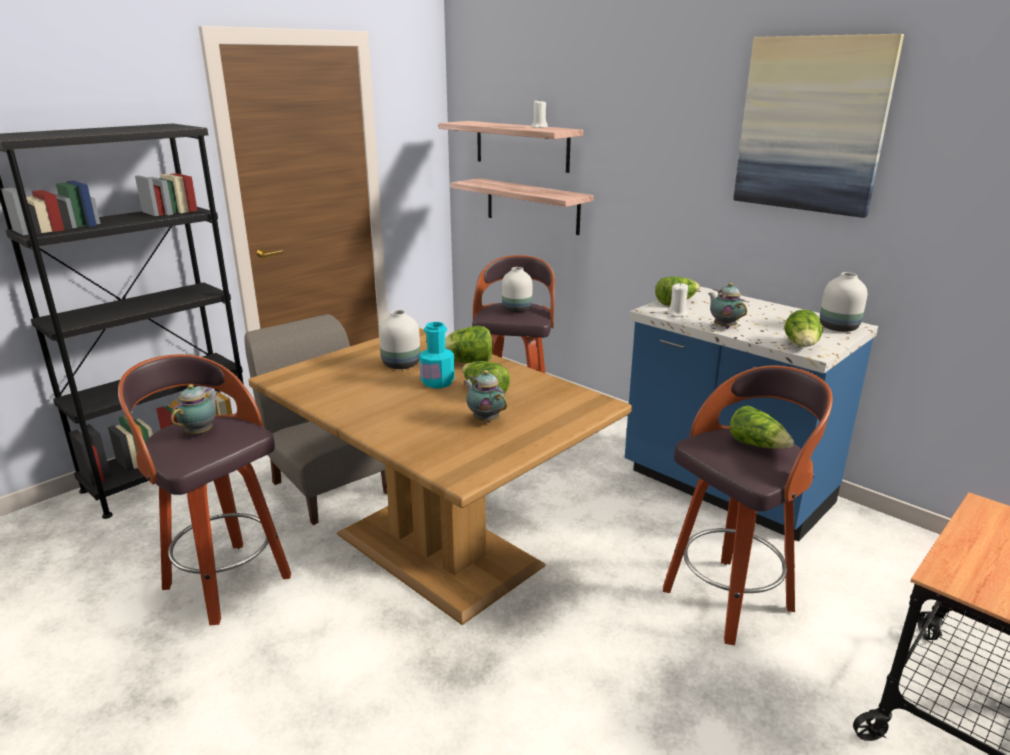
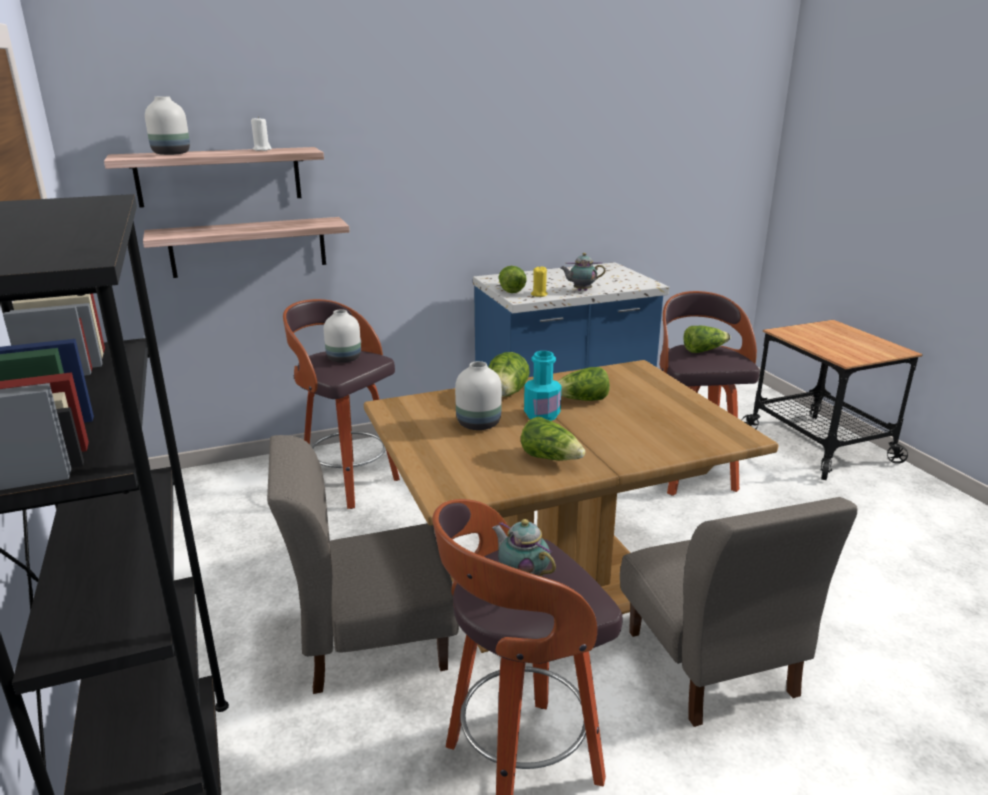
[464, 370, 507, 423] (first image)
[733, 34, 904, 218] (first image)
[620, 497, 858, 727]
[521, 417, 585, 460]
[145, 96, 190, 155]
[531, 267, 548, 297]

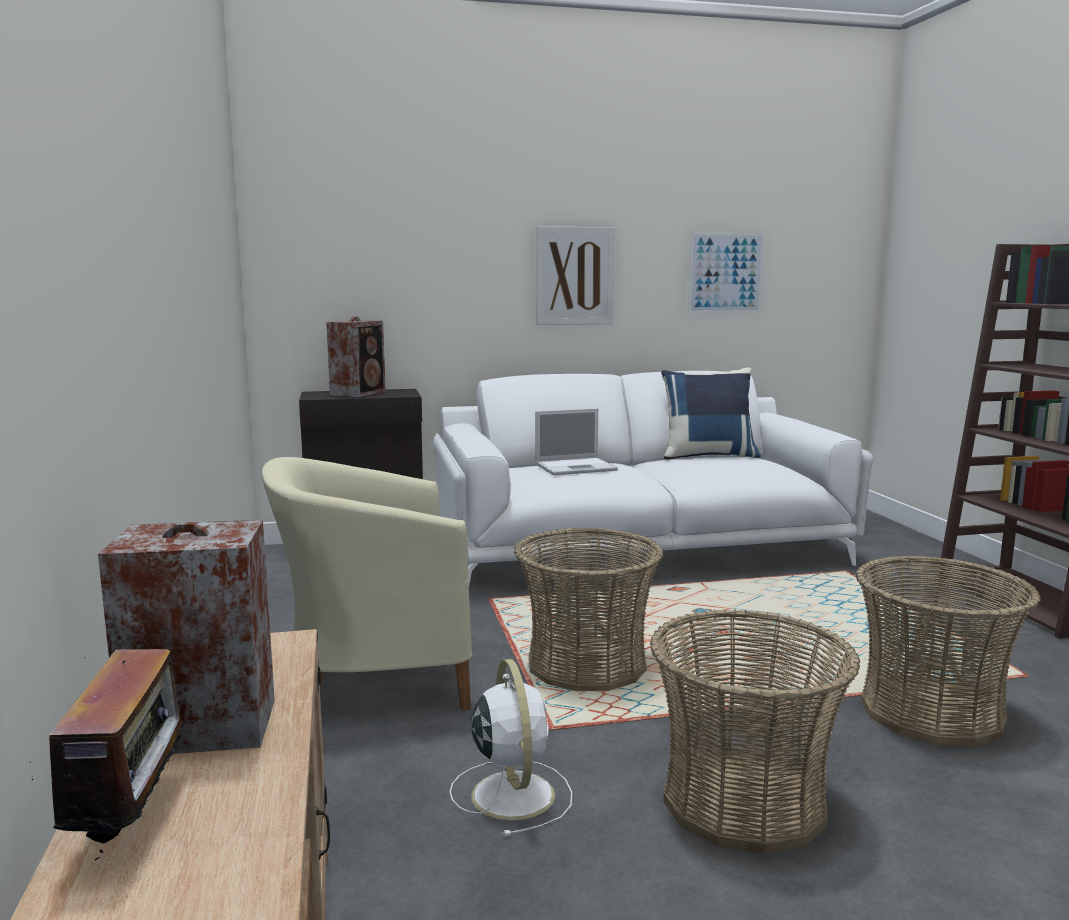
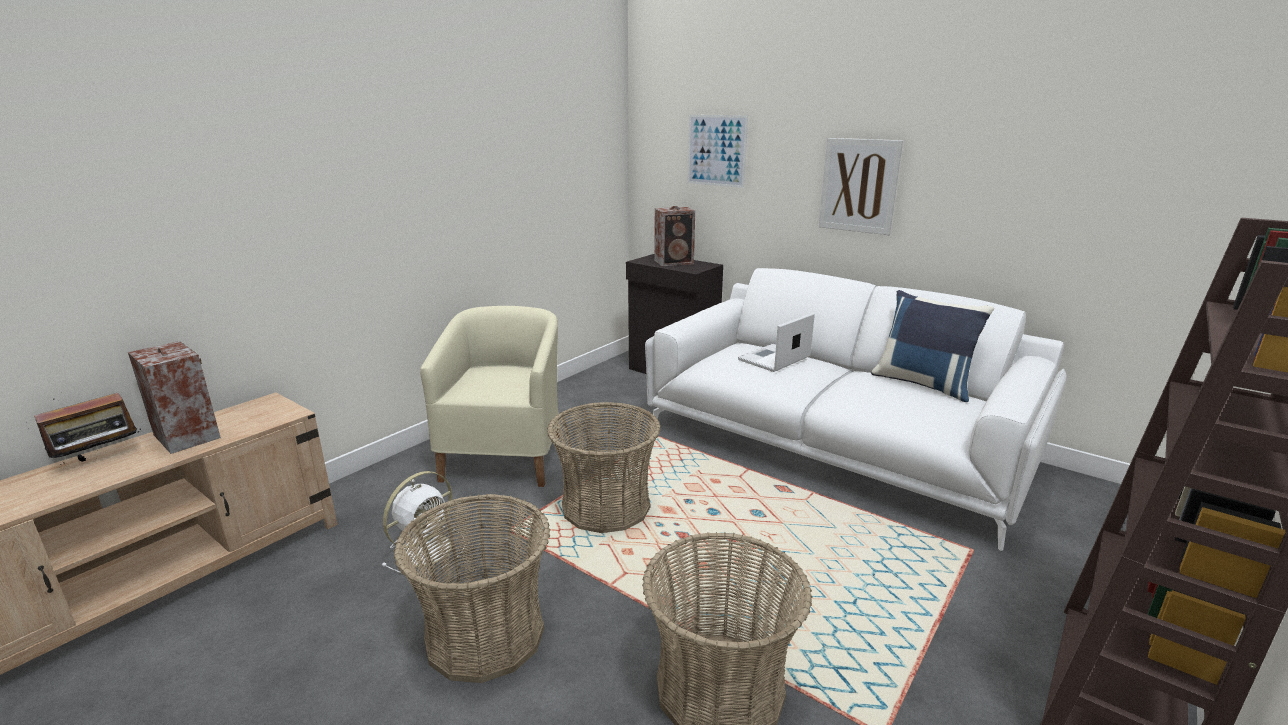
[687, 115, 748, 188]
[420, 306, 559, 487]
[738, 313, 815, 372]

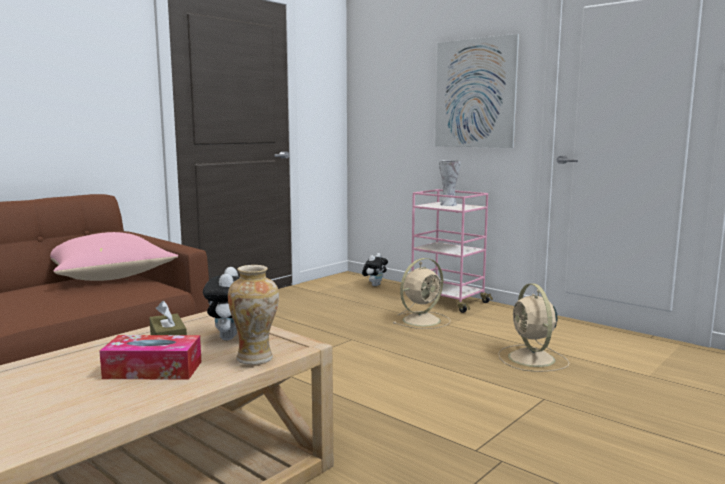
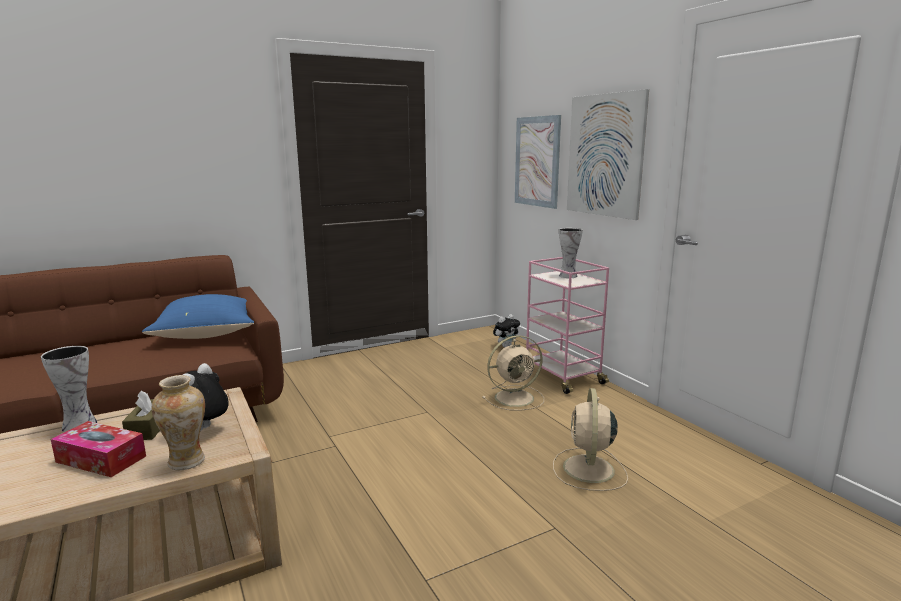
[41, 346, 97, 432]
[515, 115, 561, 209]
[142, 294, 254, 339]

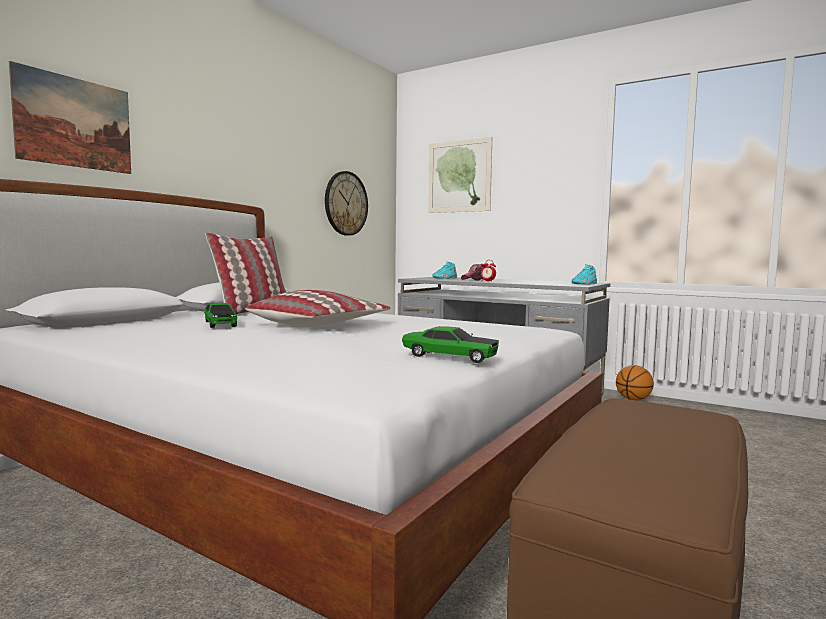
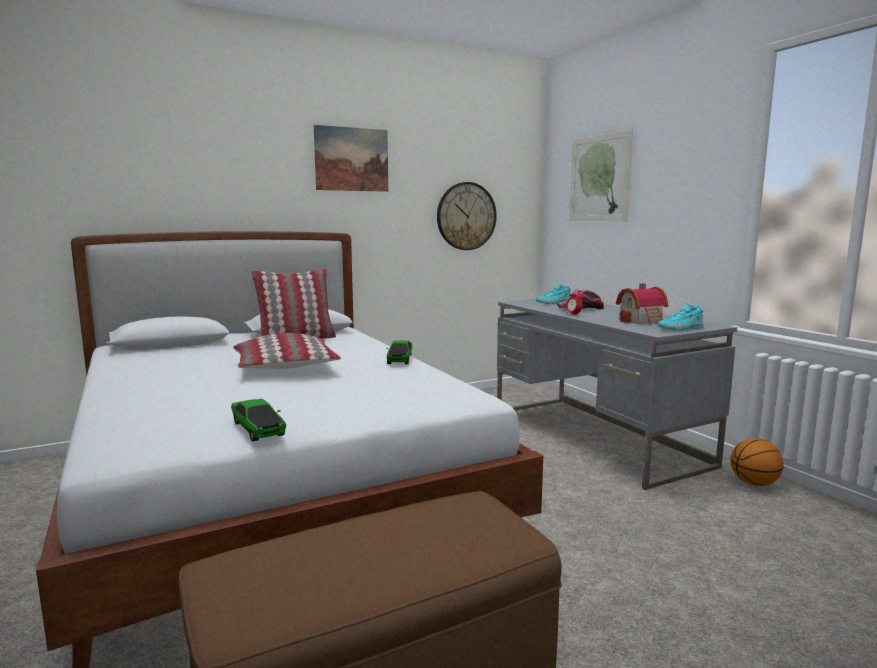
[616, 283, 668, 325]
[314, 125, 388, 192]
[386, 341, 412, 364]

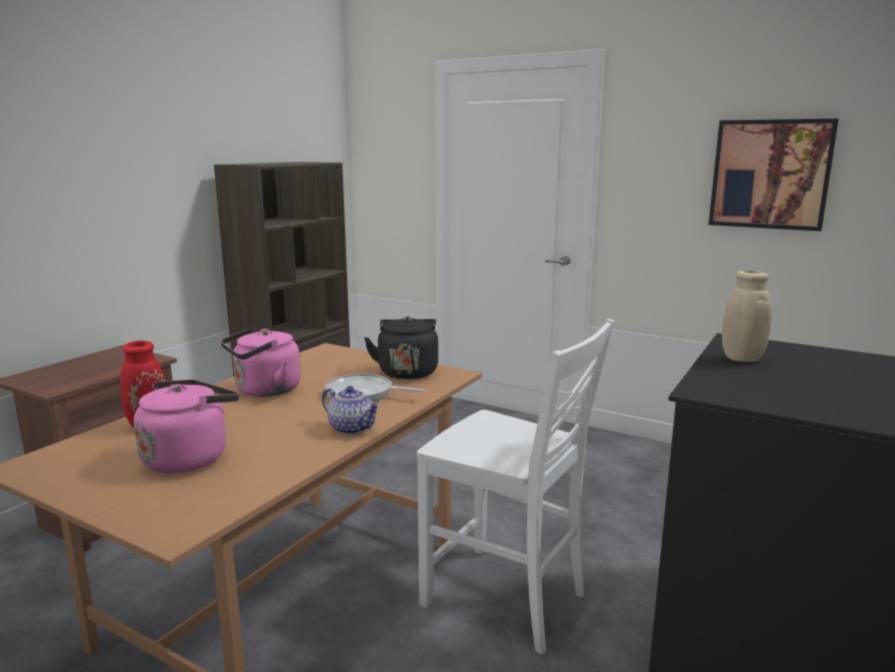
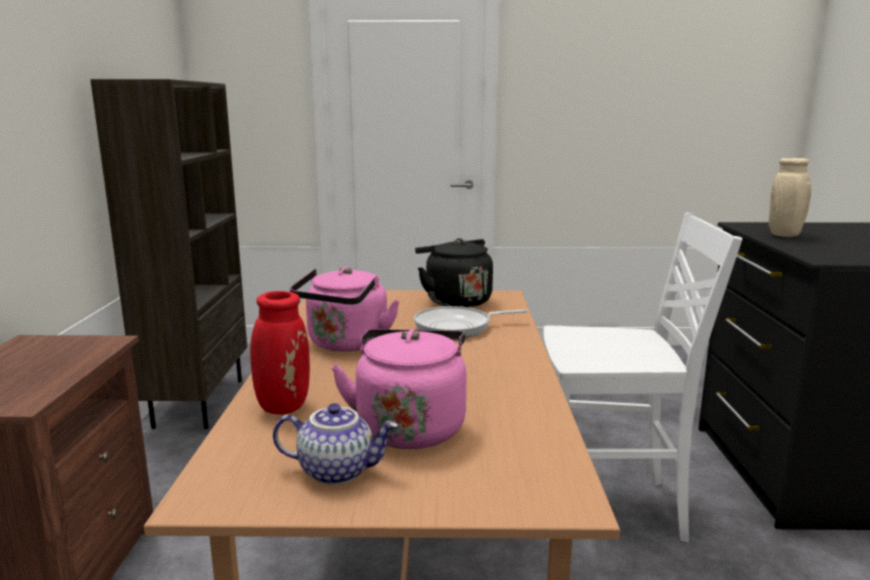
[709, 119, 839, 231] (first image)
[273, 403, 398, 485]

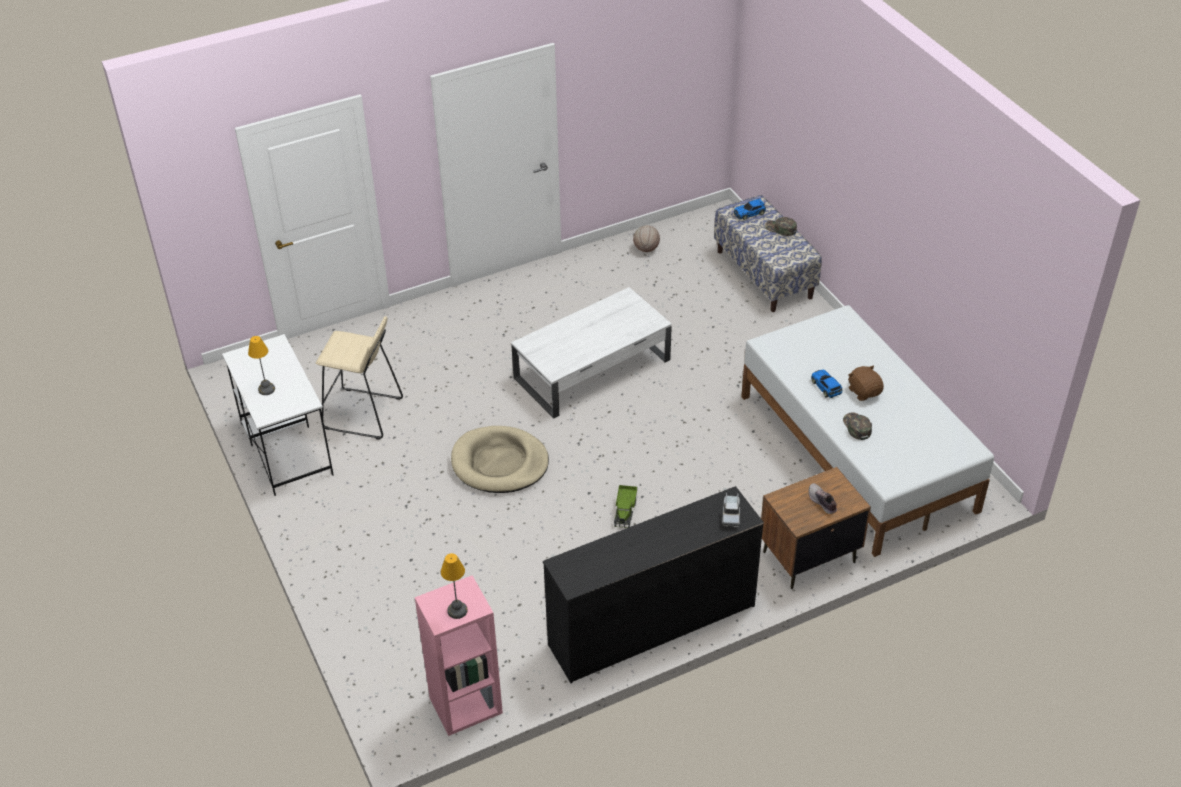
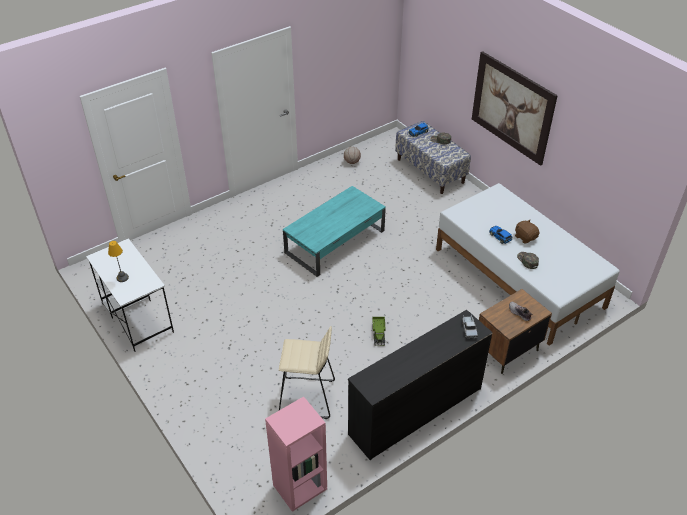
[441, 553, 468, 619] (first image)
[451, 426, 549, 493] (first image)
[472, 51, 558, 166]
[279, 326, 335, 419]
[283, 186, 386, 277]

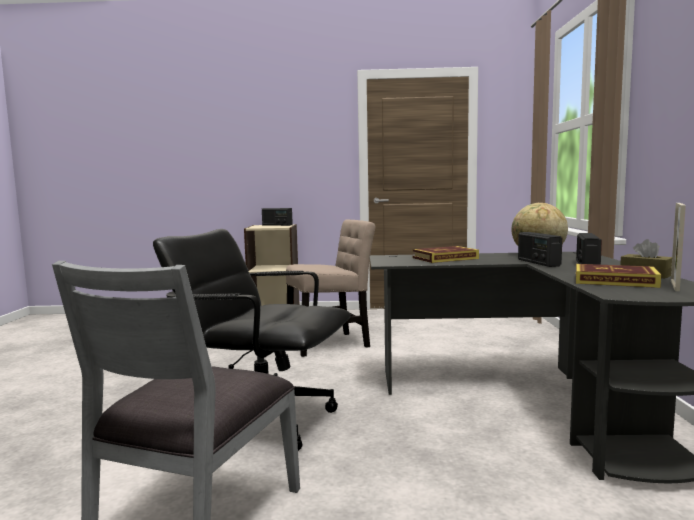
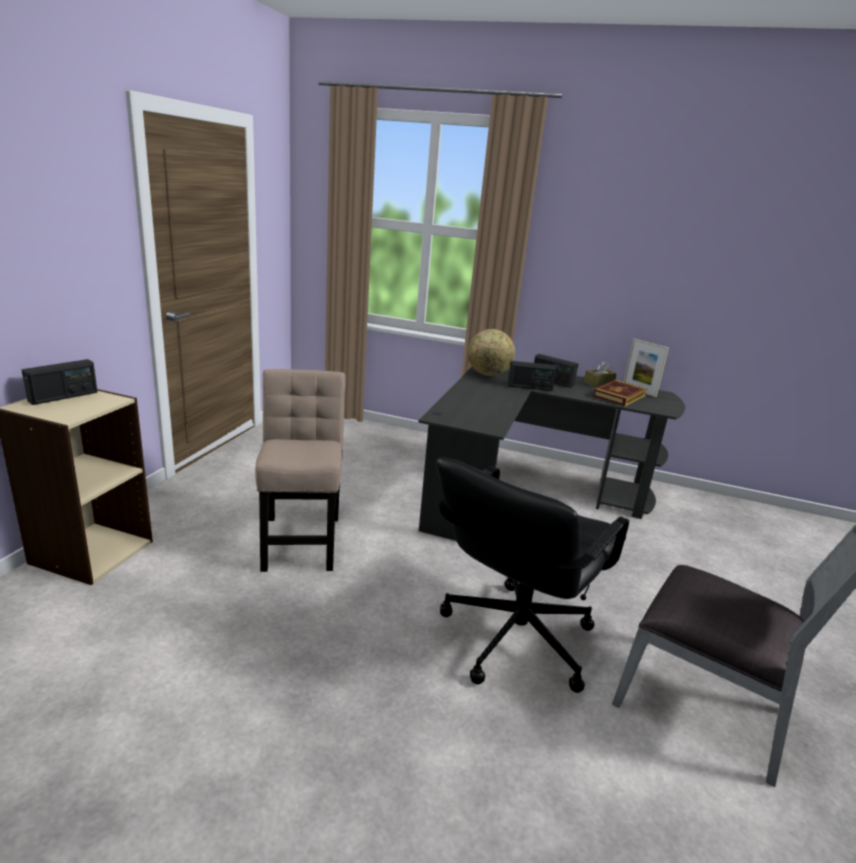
[413, 246, 479, 263] (first image)

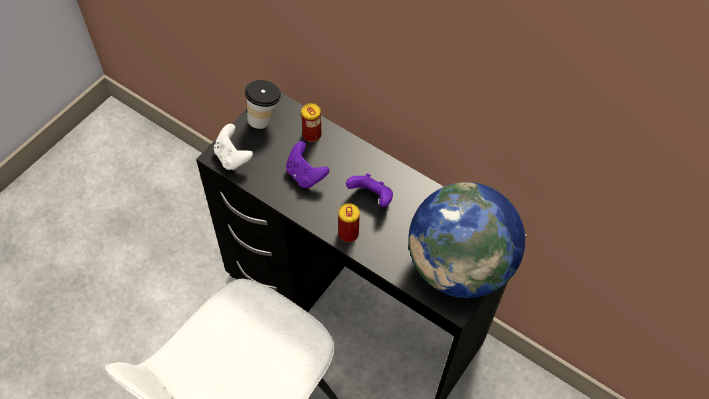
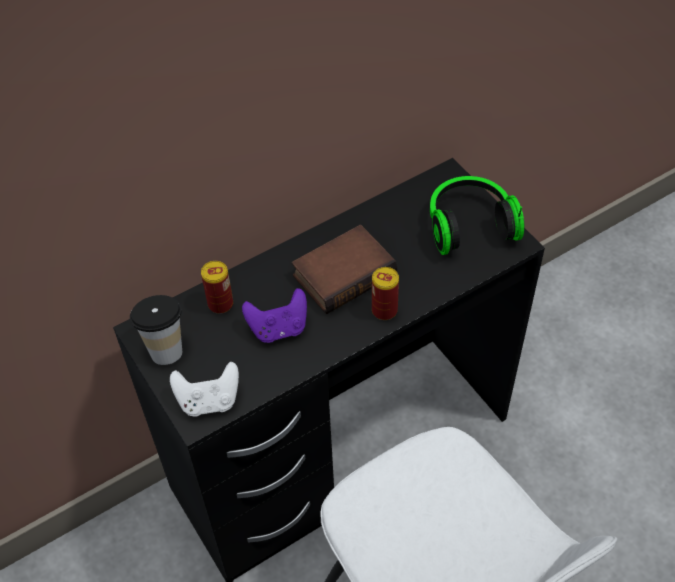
[292, 225, 397, 314]
[430, 176, 524, 255]

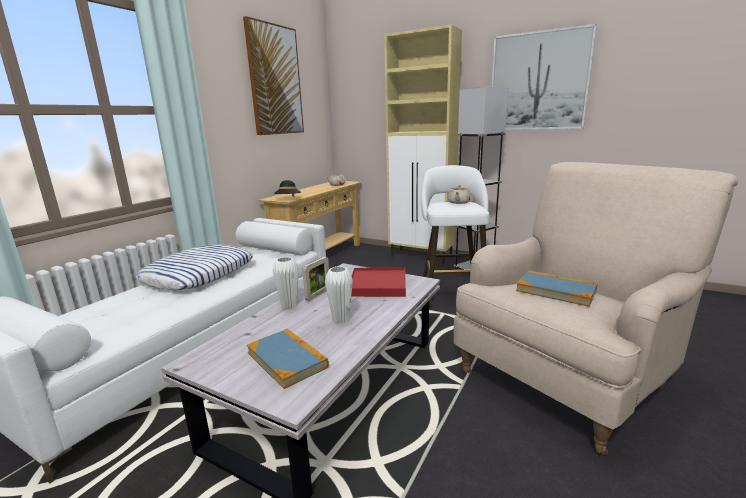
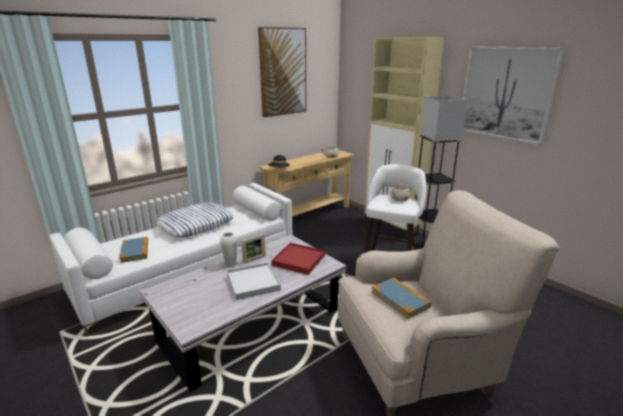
[120, 237, 148, 263]
[227, 263, 281, 300]

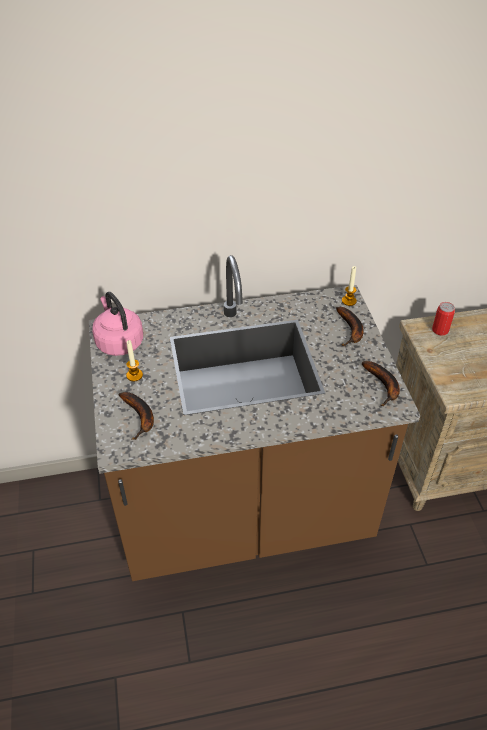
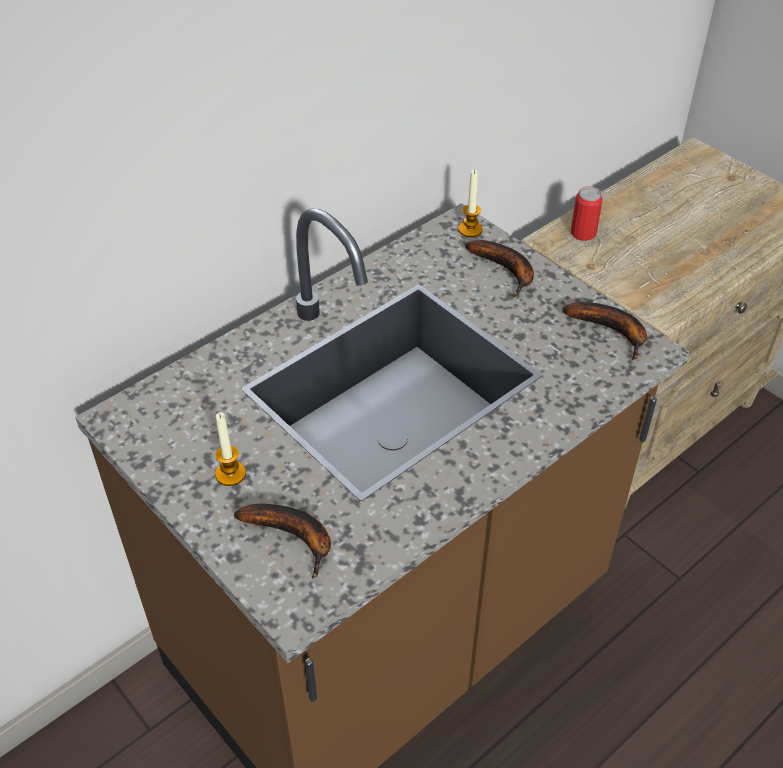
[92, 292, 143, 356] (first image)

